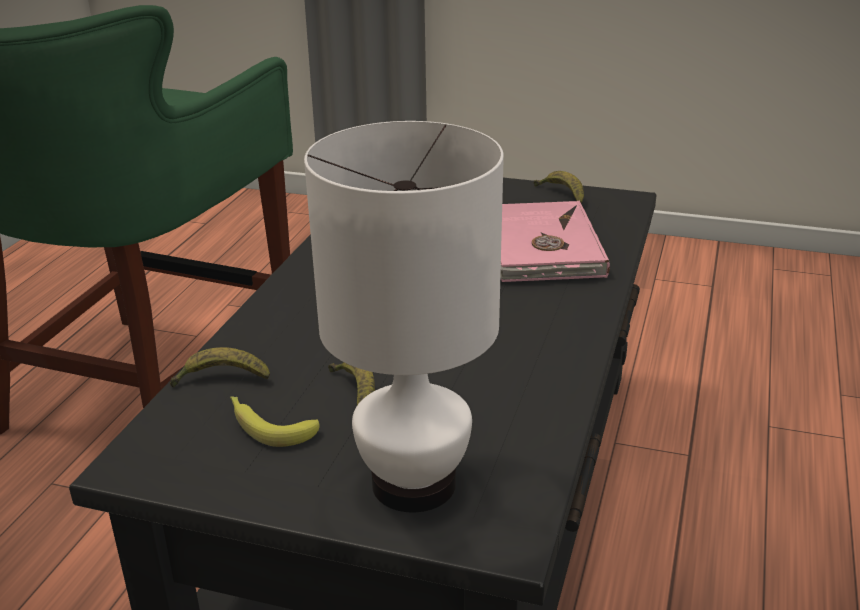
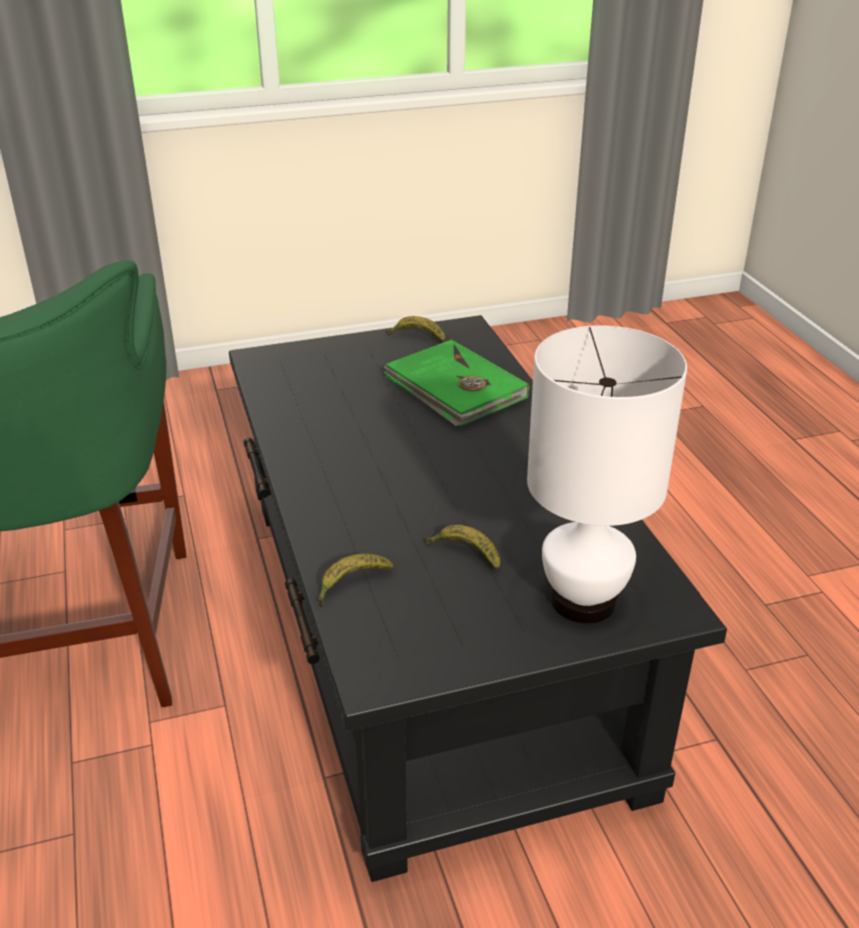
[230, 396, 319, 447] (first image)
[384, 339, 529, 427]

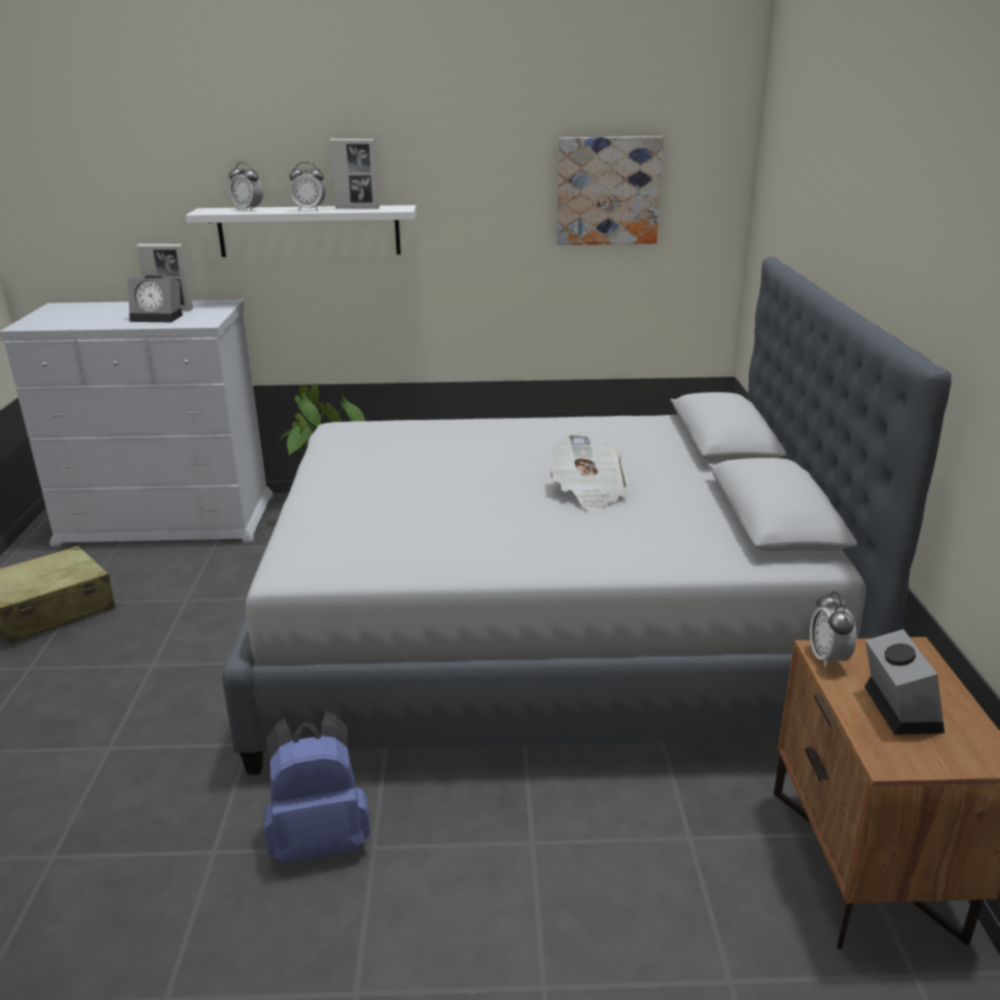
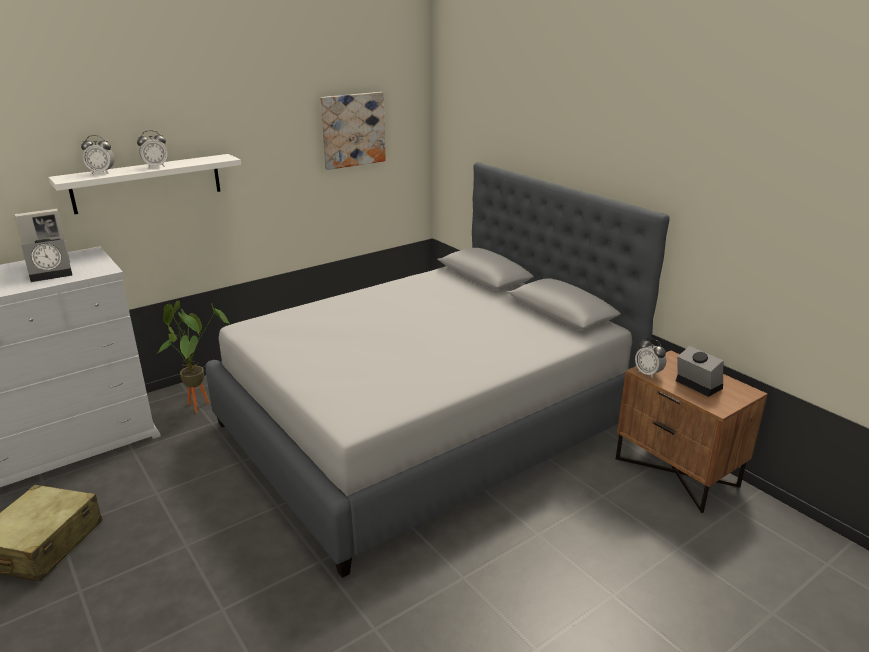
[263, 711, 370, 864] (first image)
[330, 138, 380, 209] (first image)
[550, 433, 628, 511] (first image)

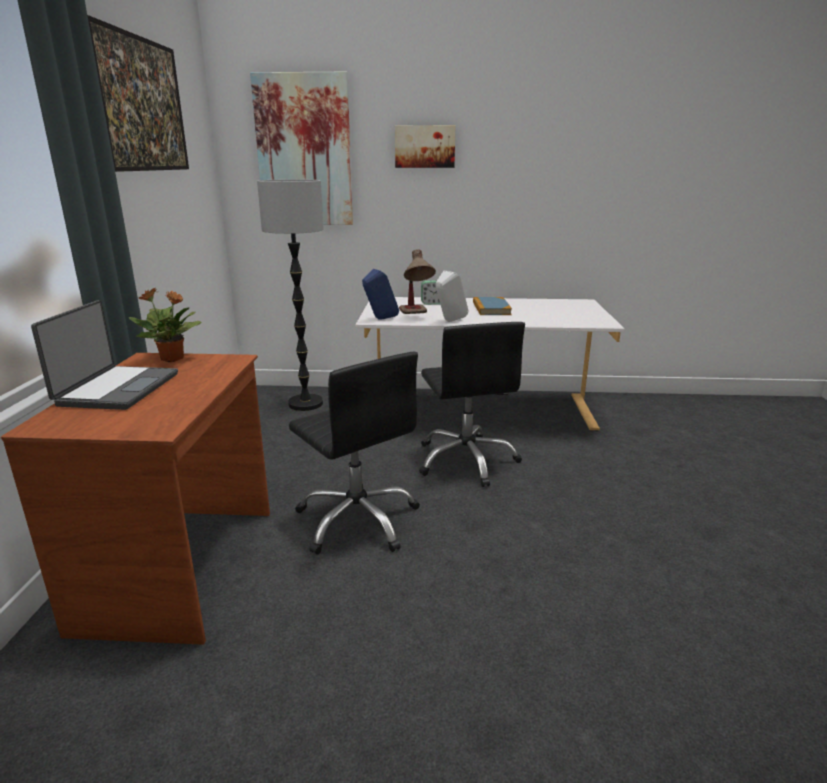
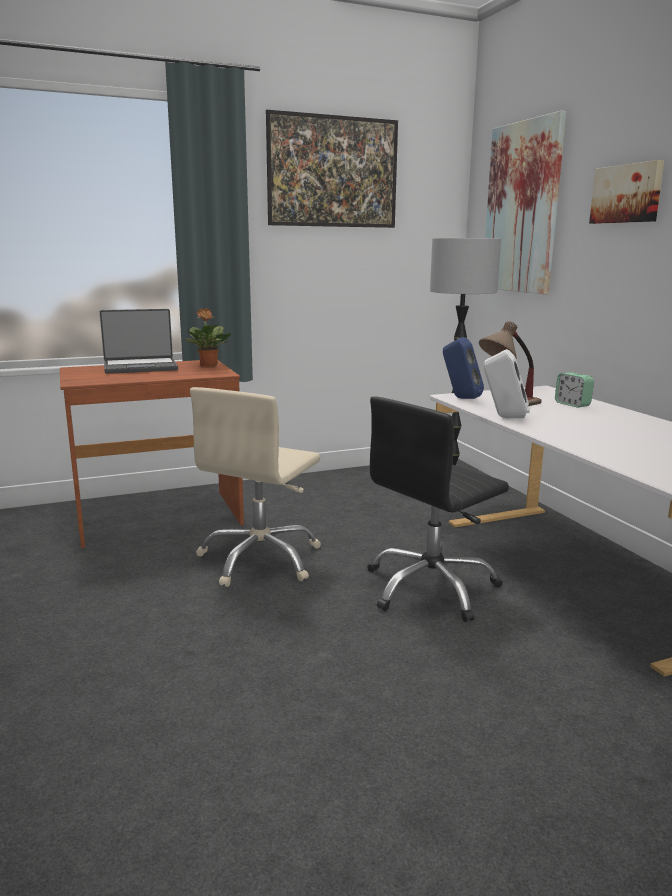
[473, 297, 512, 315] (first image)
[190, 387, 321, 587]

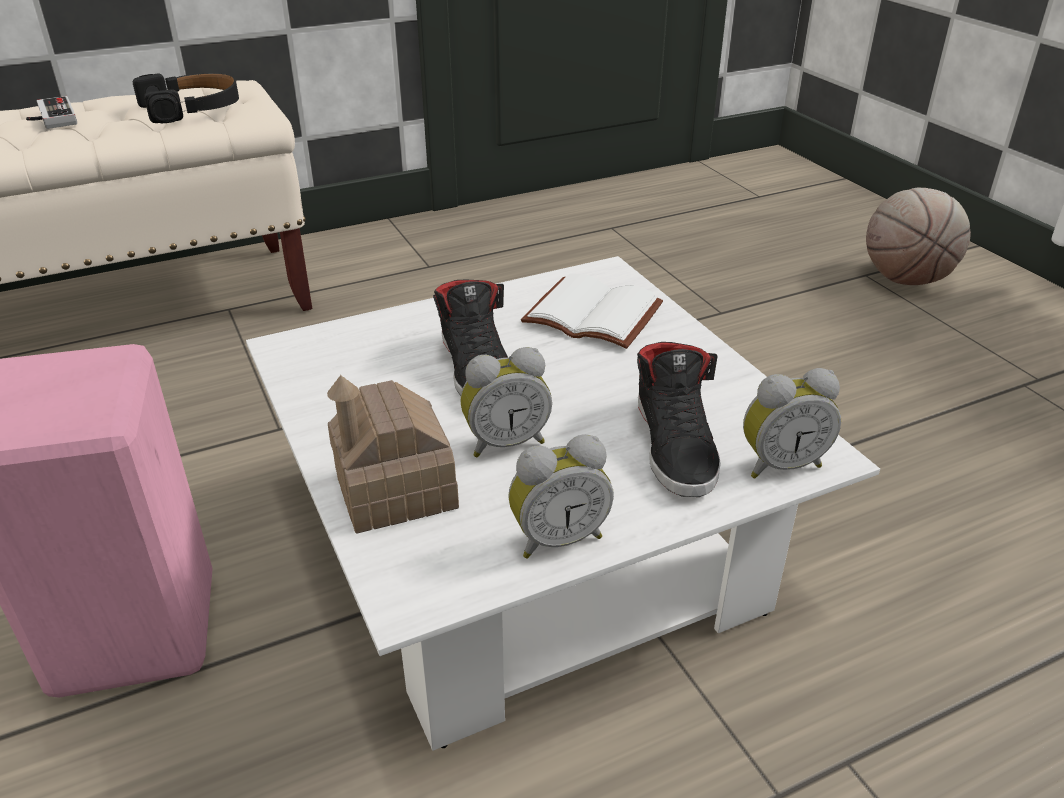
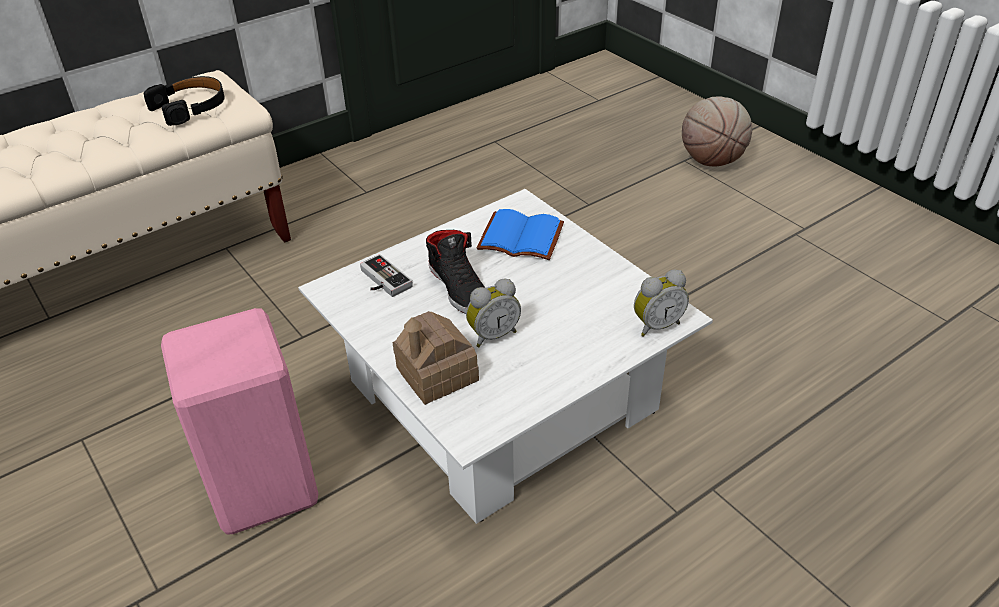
[508, 434, 614, 559] (first image)
[637, 342, 721, 497] (first image)
[360, 254, 413, 297]
[477, 209, 564, 260]

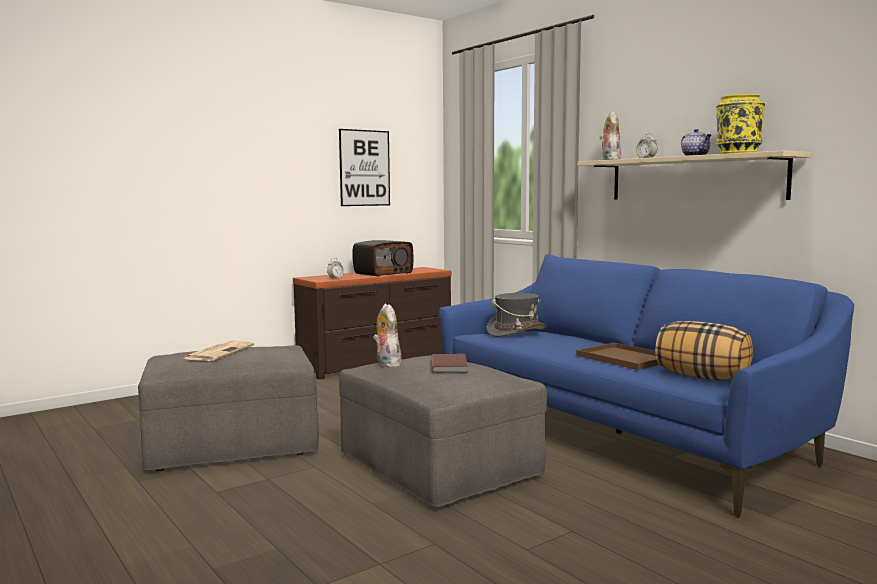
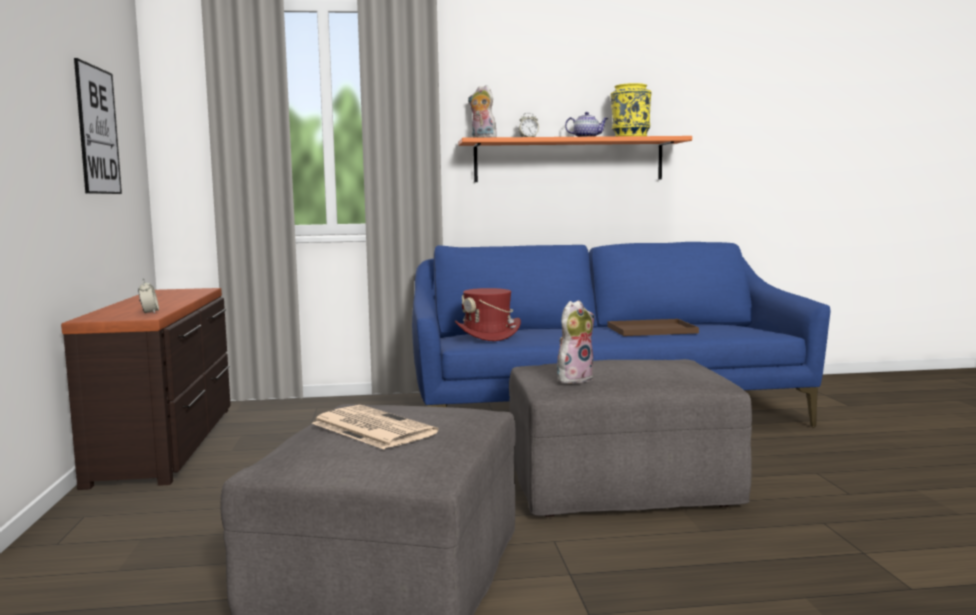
[353, 240, 414, 277] (first image)
[432, 354, 468, 373] (first image)
[655, 321, 753, 380] (first image)
[455, 288, 521, 341]
[458, 136, 692, 182]
[557, 300, 594, 383]

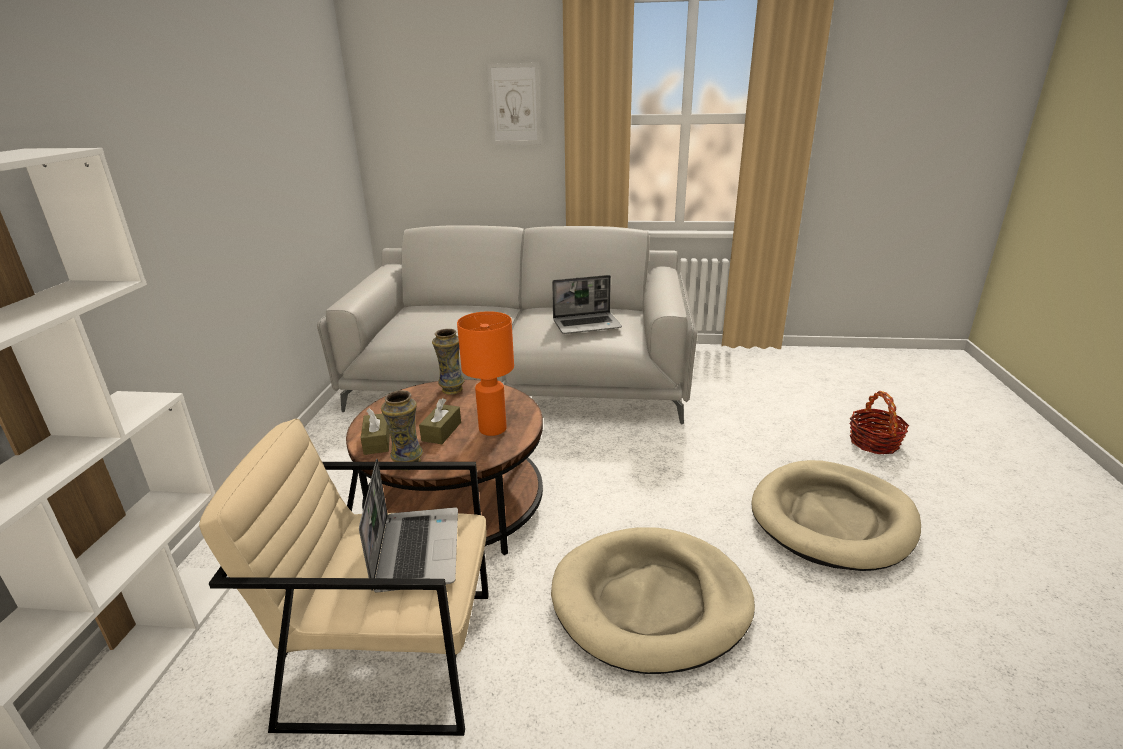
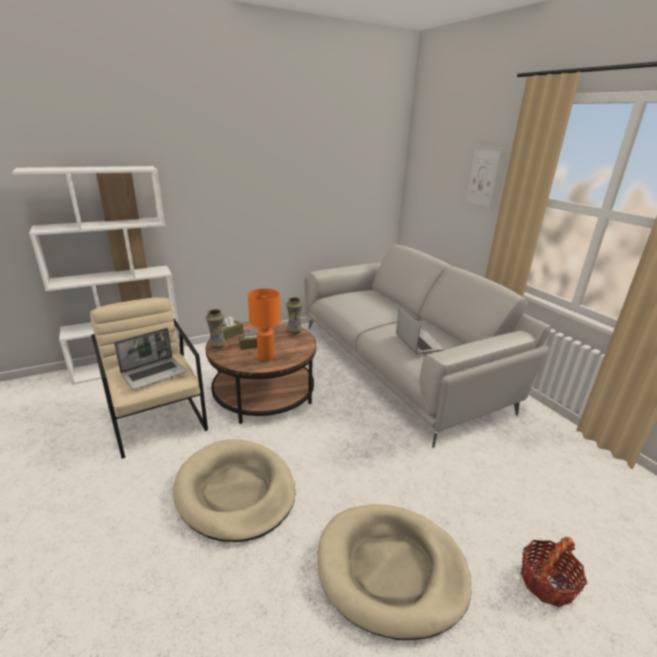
[396, 306, 445, 354]

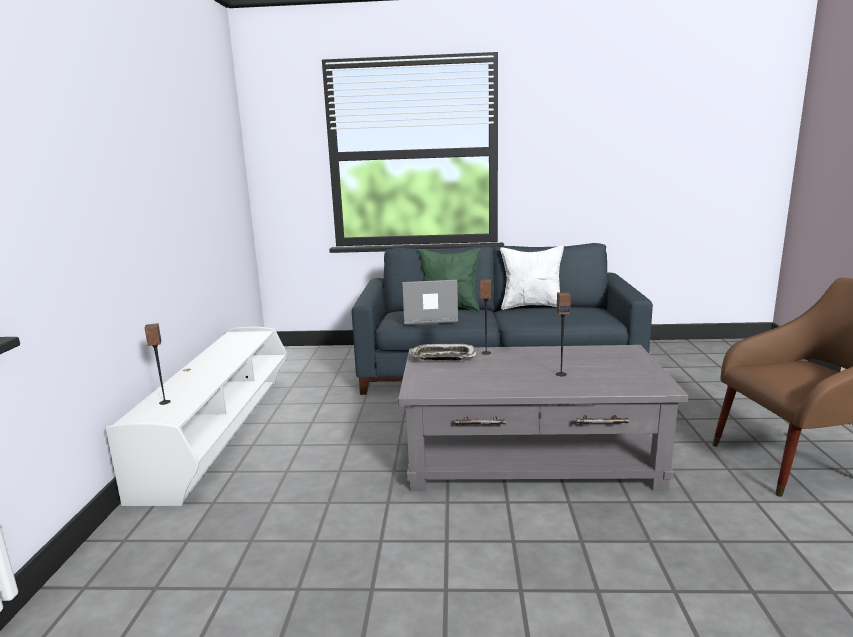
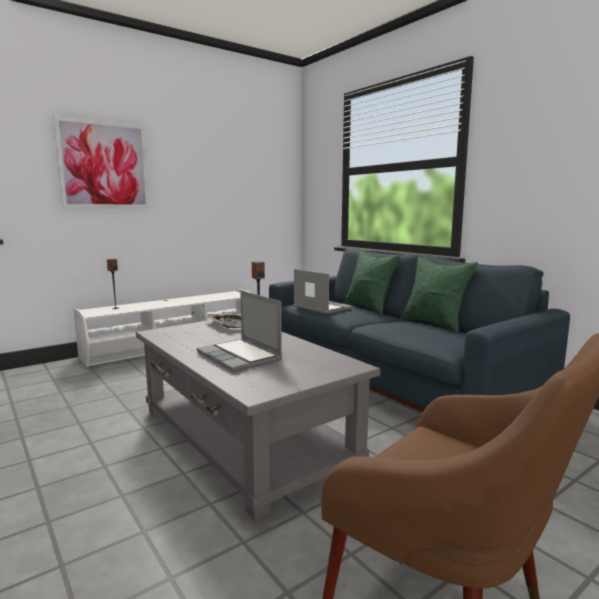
[53, 116, 150, 208]
[197, 290, 282, 372]
[401, 257, 478, 333]

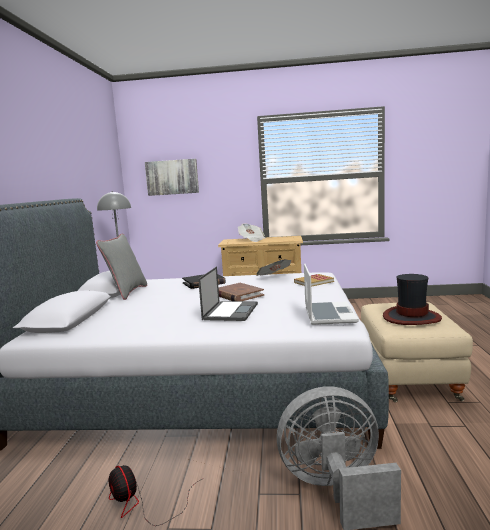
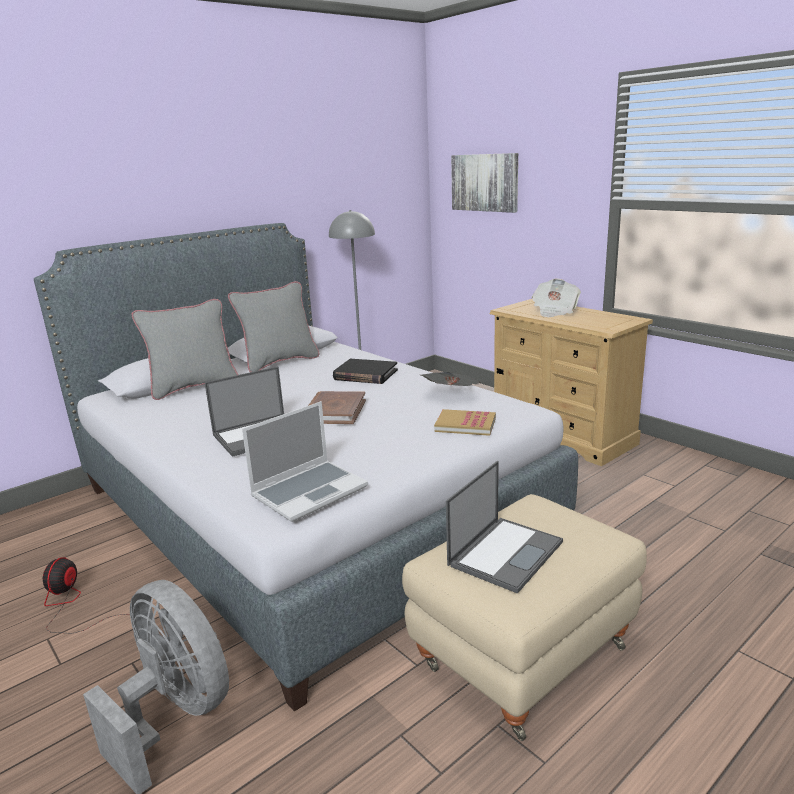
[132, 299, 238, 400]
[446, 461, 563, 594]

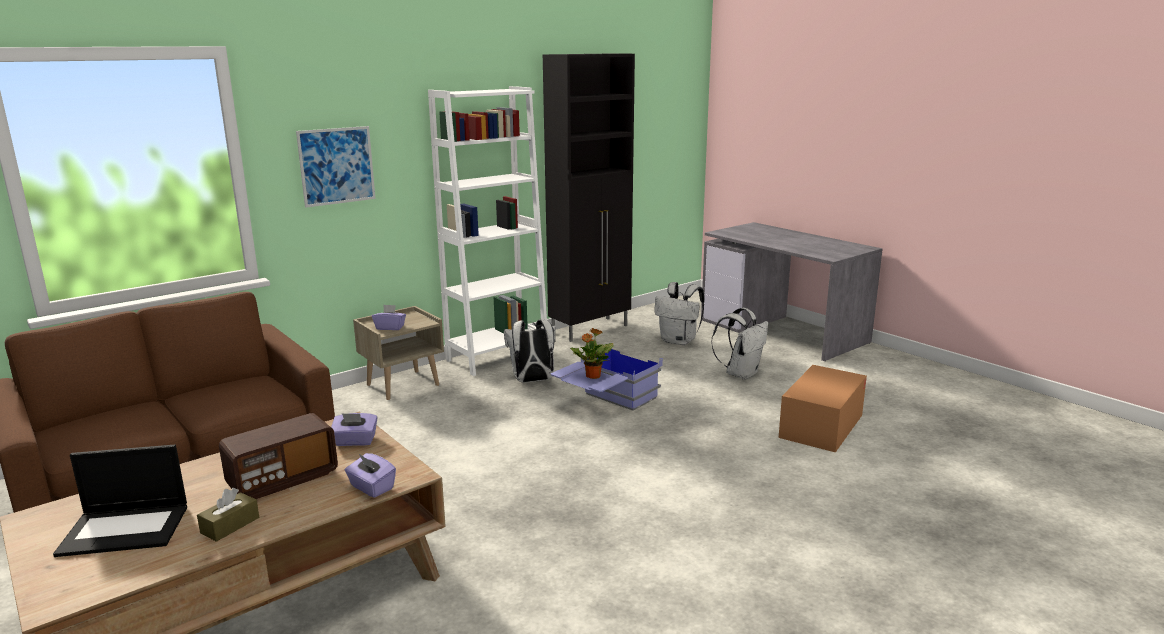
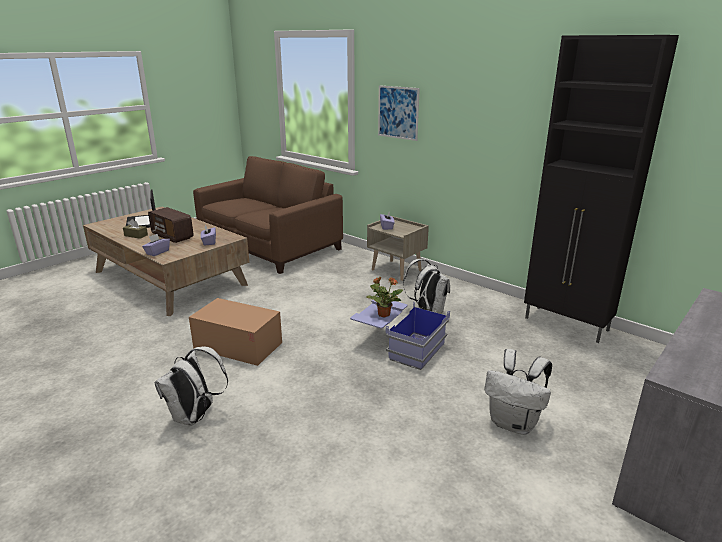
[428, 86, 547, 376] (first image)
[155, 346, 228, 426]
[189, 298, 282, 366]

